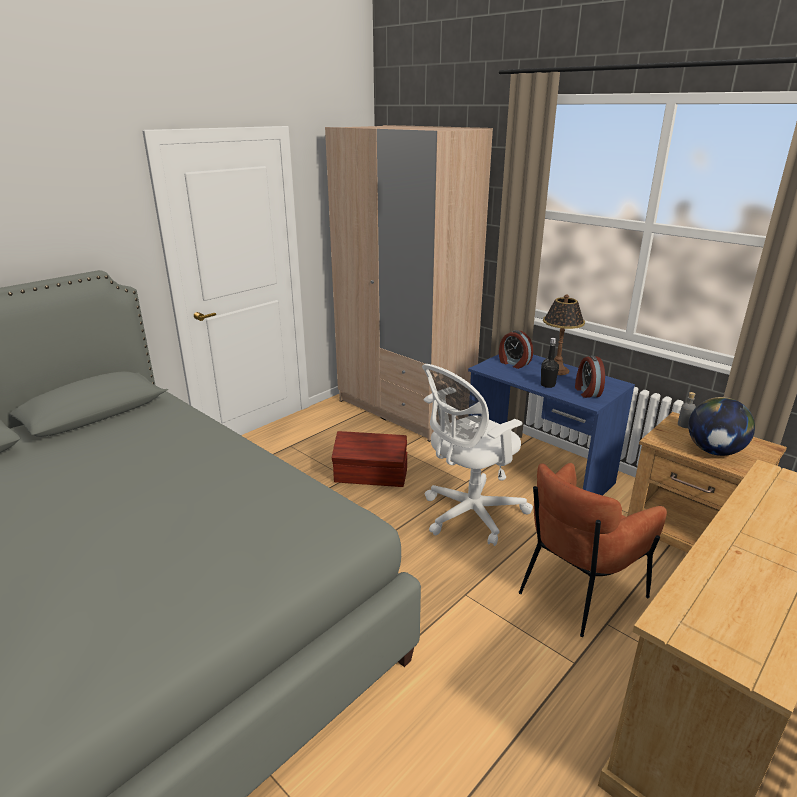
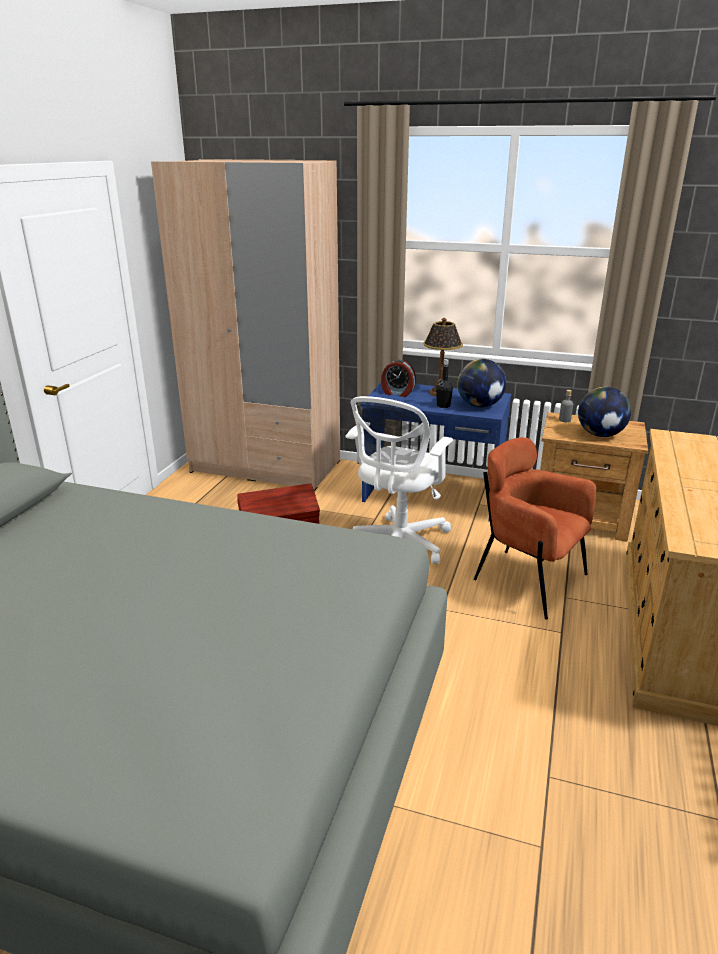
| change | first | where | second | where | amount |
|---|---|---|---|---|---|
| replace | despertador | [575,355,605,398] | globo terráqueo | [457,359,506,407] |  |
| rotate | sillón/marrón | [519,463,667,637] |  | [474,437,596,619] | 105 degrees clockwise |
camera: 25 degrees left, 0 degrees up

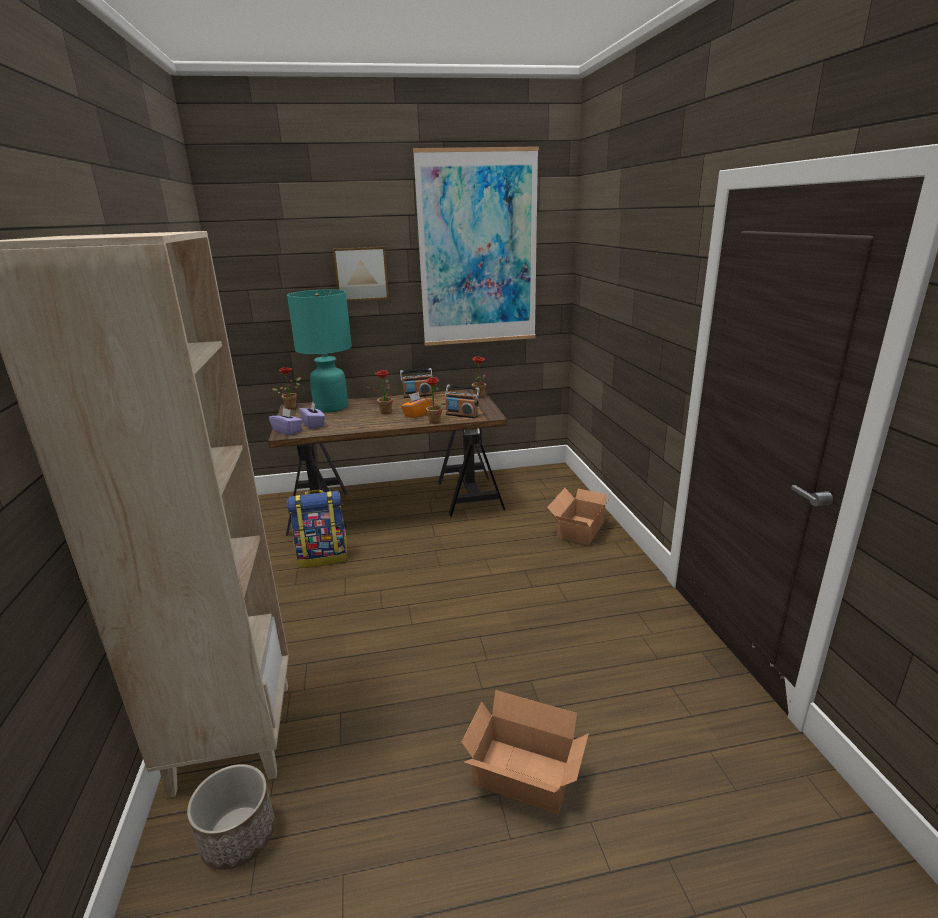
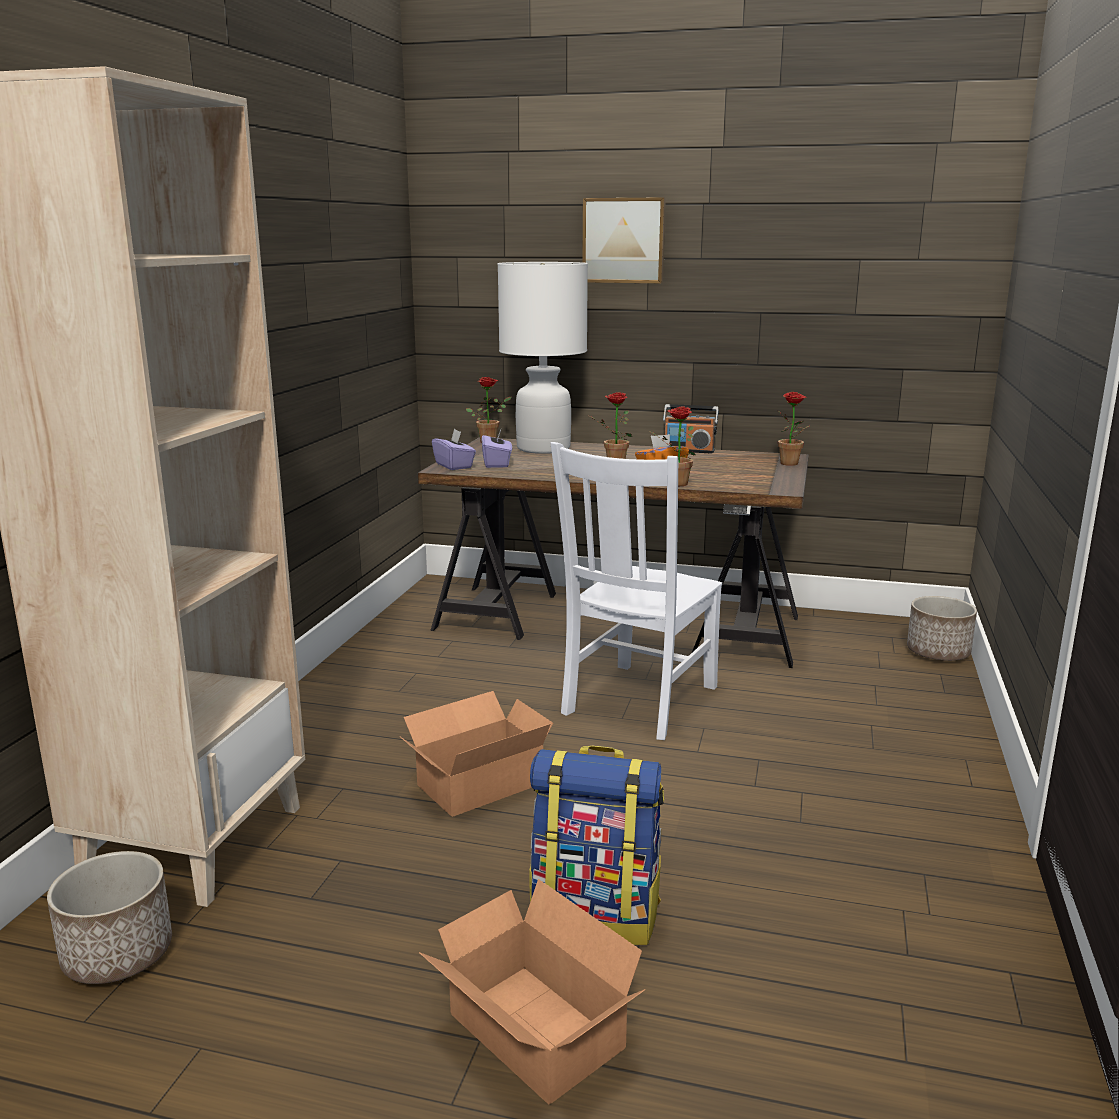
| change | first | where | second | where | amount |
|---|---|---|---|---|---|
| delete | cuadro | [413,146,539,346] |  |  |  |
| recolor | lámpara de mesa/turquesa | [287,289,352,412] | lámpara de mesa/blanco | [498,262,588,454] |  |
| delete | radio | [445,385,480,418] |  |  |  |
| move | caja de cartón | [547,488,612,545] |  | [399,691,553,817] |  |
| move | mochila | [287,490,348,568] |  | [529,746,664,945] |  |
| insert |  |  | silla/blanco | [551,442,722,740] |  |
| insert |  |  | maceta | [907,596,977,661] |  |
camera: 25 degrees right, 5 degrees down

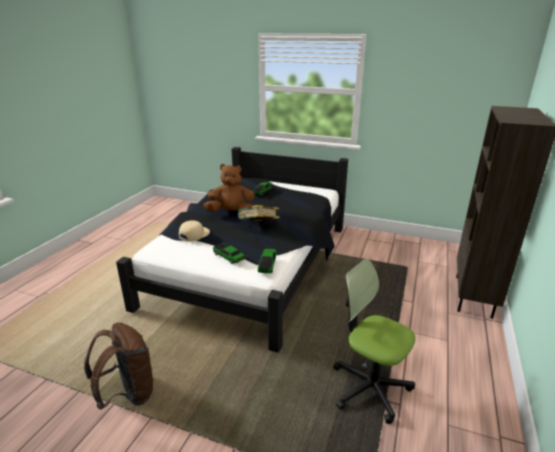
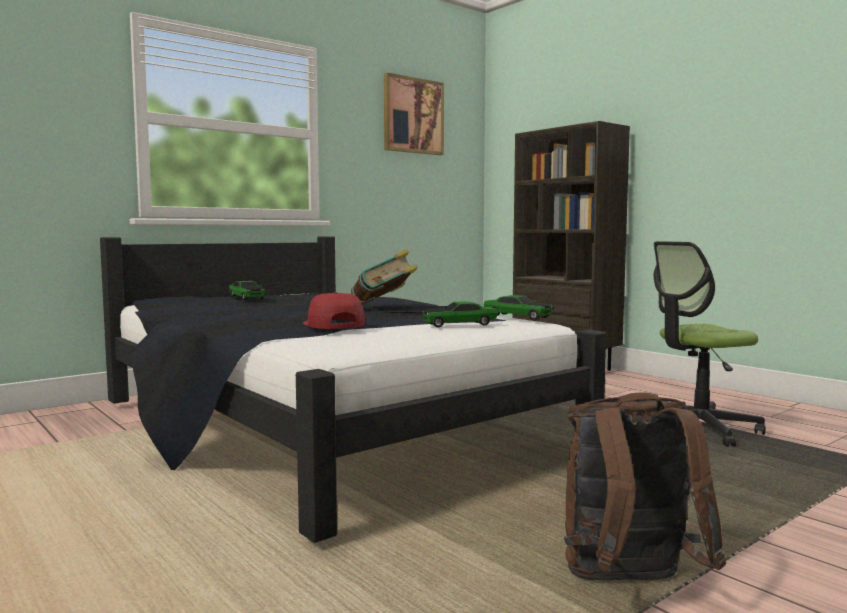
| change | first | where | second | where | amount |
|---|---|---|---|---|---|
| delete | peluche/marrón | [203,164,255,212] |  |  |  |
| recolor | gorra/beis | [179,220,210,242] | gorra/rojo | [303,292,365,329] |  |
| insert |  |  | cuadro | [384,73,444,155] |  |
camera: 60 degrees left, 20 degrees down

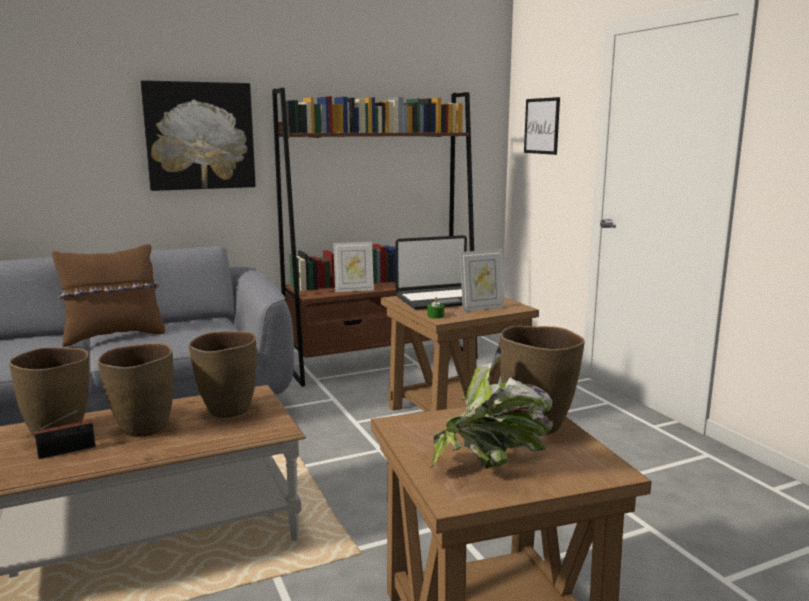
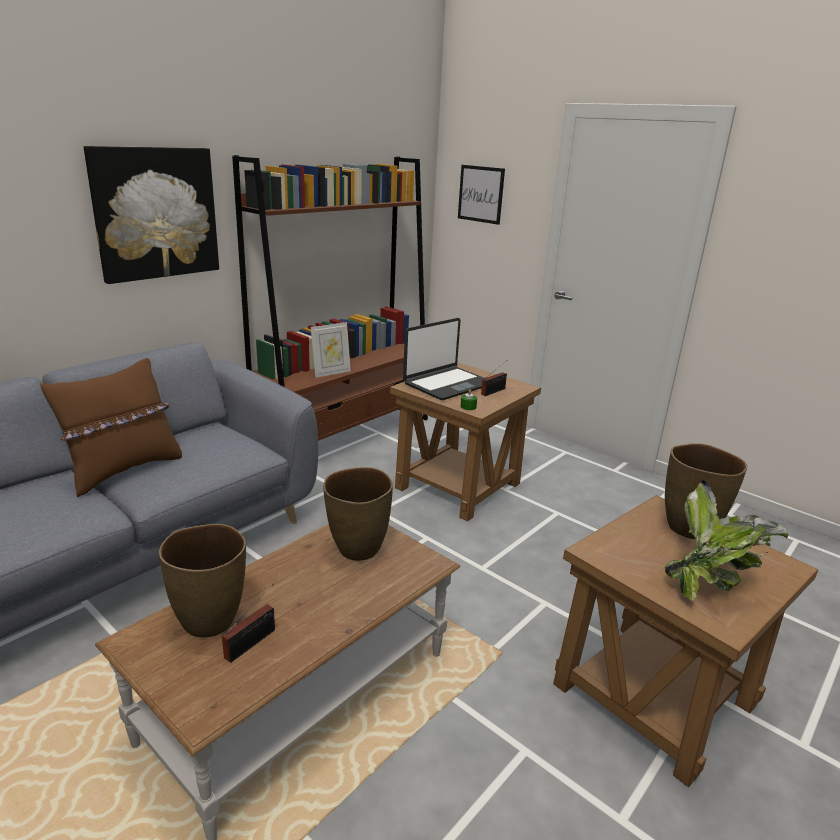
| change | first | where | second | where | amount |
|---|---|---|---|---|---|
| replace | portarretratos | [460,249,505,312] | radio | [481,360,508,396] |  |
| delete | florero/marrón | [98,343,174,437] |  |  |  |
camera: 25 degrees left, 10 degrees up

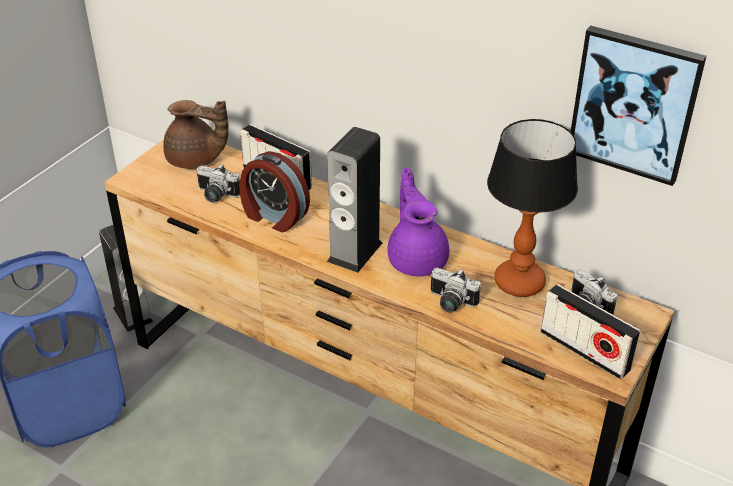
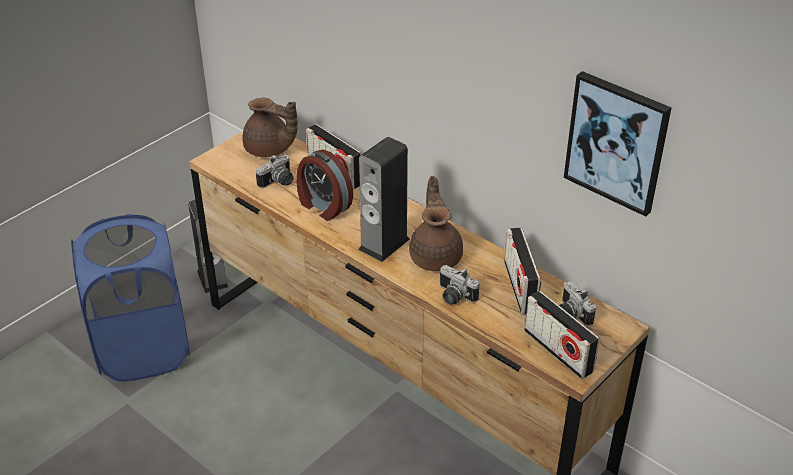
| change | first | where | second | where | amount |
|---|---|---|---|---|---|
| replace | lámpara de mesa | [487,119,578,297] | radio | [504,228,541,314] |  |
| rotate | cámara | [197,164,240,203] |  | [256,155,294,188] | 75 degrees counterclockwise |
| recolor | tetera/morado | [387,168,449,276] | tetera/marrón | [409,176,463,271] |  |
camera: 10 degrees right, 0 degrees up

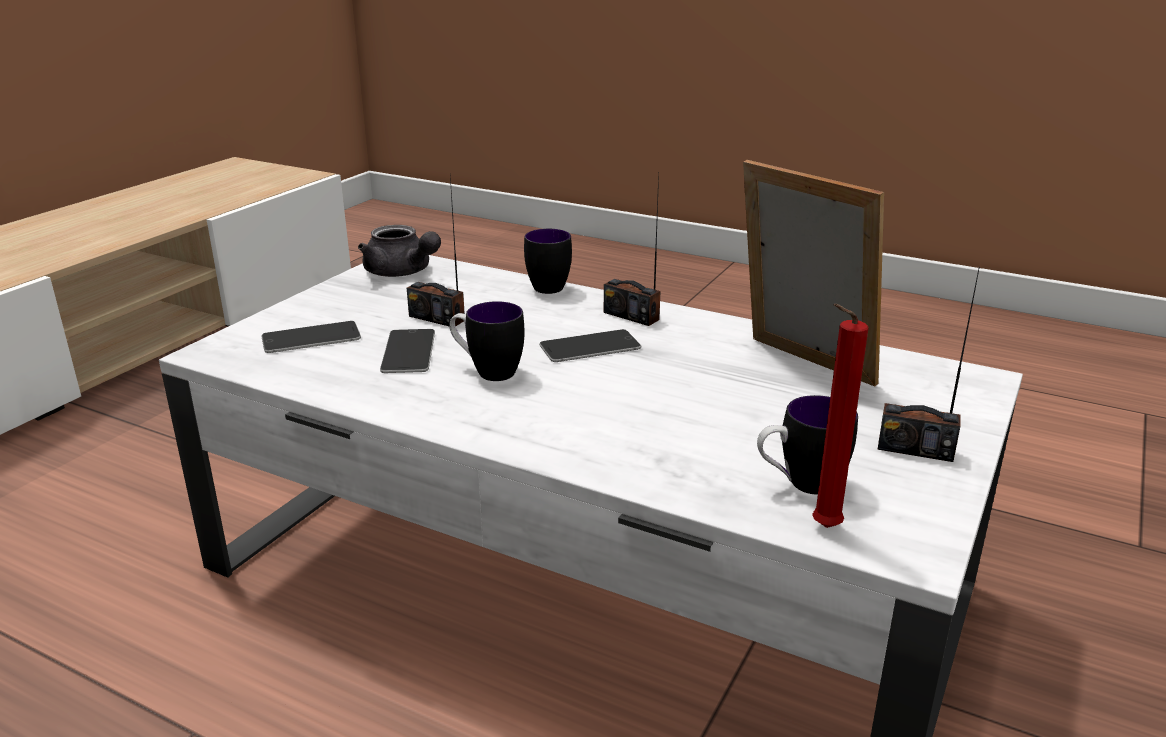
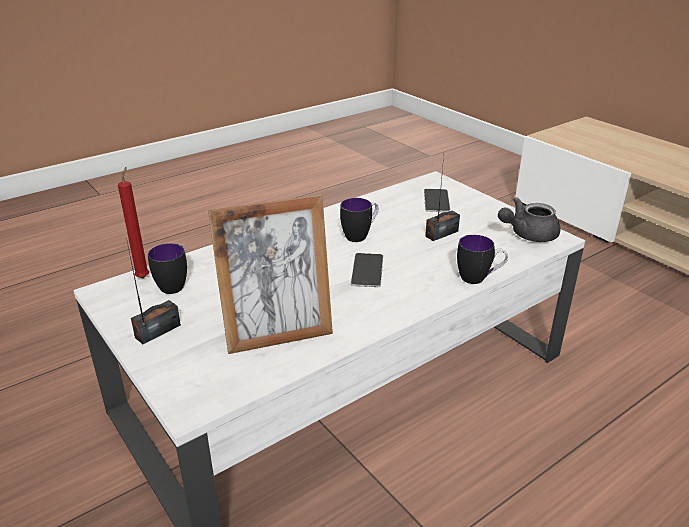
| change | first | where | second | where | amount |
|---|---|---|---|---|---|
| delete | radio | [604,172,660,326] |  |  |  |
| delete | móvil | [380,329,435,373] |  |  |  |
camera: 115 degrees right, 5 degrees up

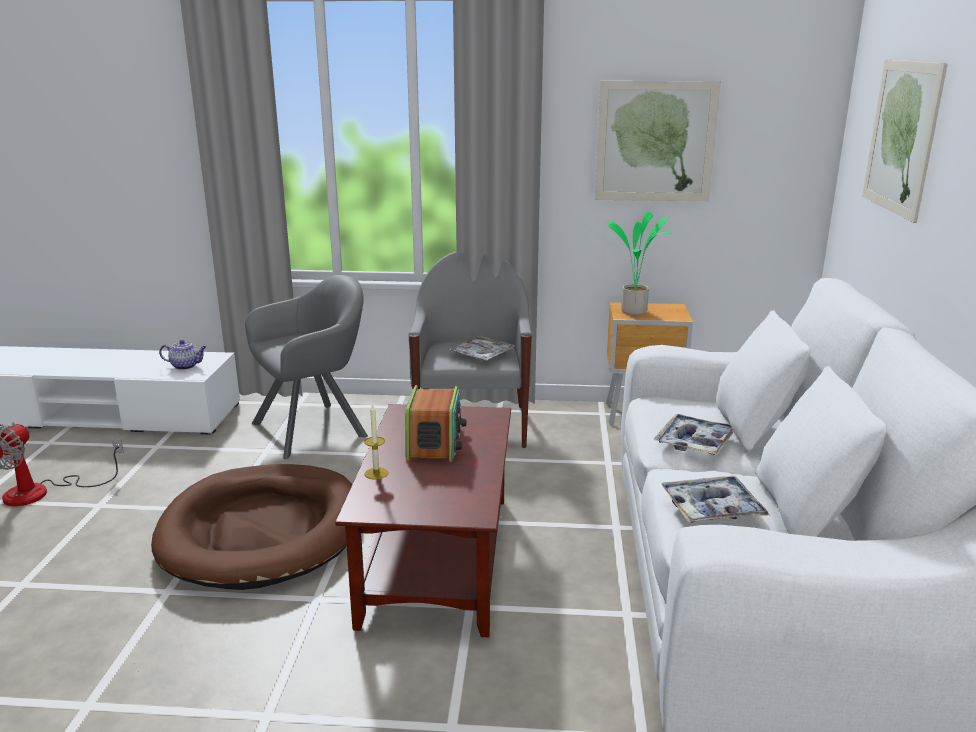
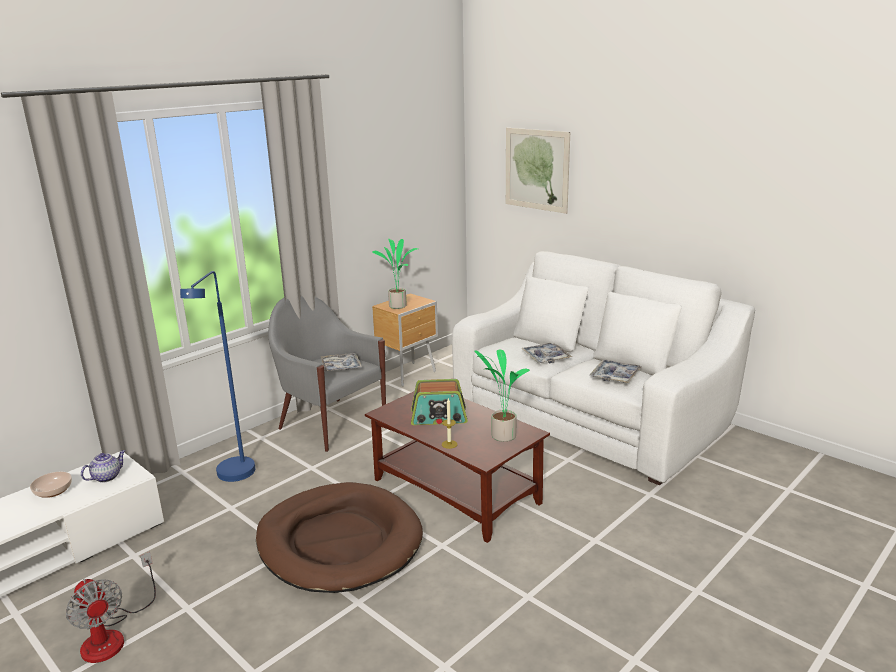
| change | first | where | second | where | amount |
|---|---|---|---|---|---|
| delete | cuadro | [595,81,721,201] |  |  |  |
| replace | sillón/gris | [245,275,368,459] | lámpara de pie/azul | [180,271,256,482] |  |
| rotate | radio | [405,385,467,462] |  | [411,379,467,425] | 135 degrees clockwise |
| insert |  |  | planta en maceta | [474,350,530,442] |  |
| insert |  |  | cuenco | [30,472,72,498] |  |
camera: 50 degrees left, 0 degrees up

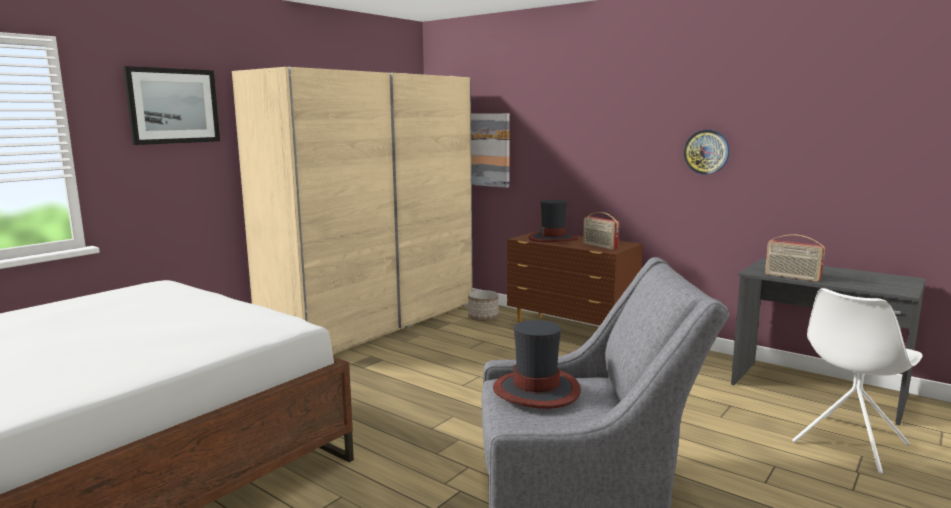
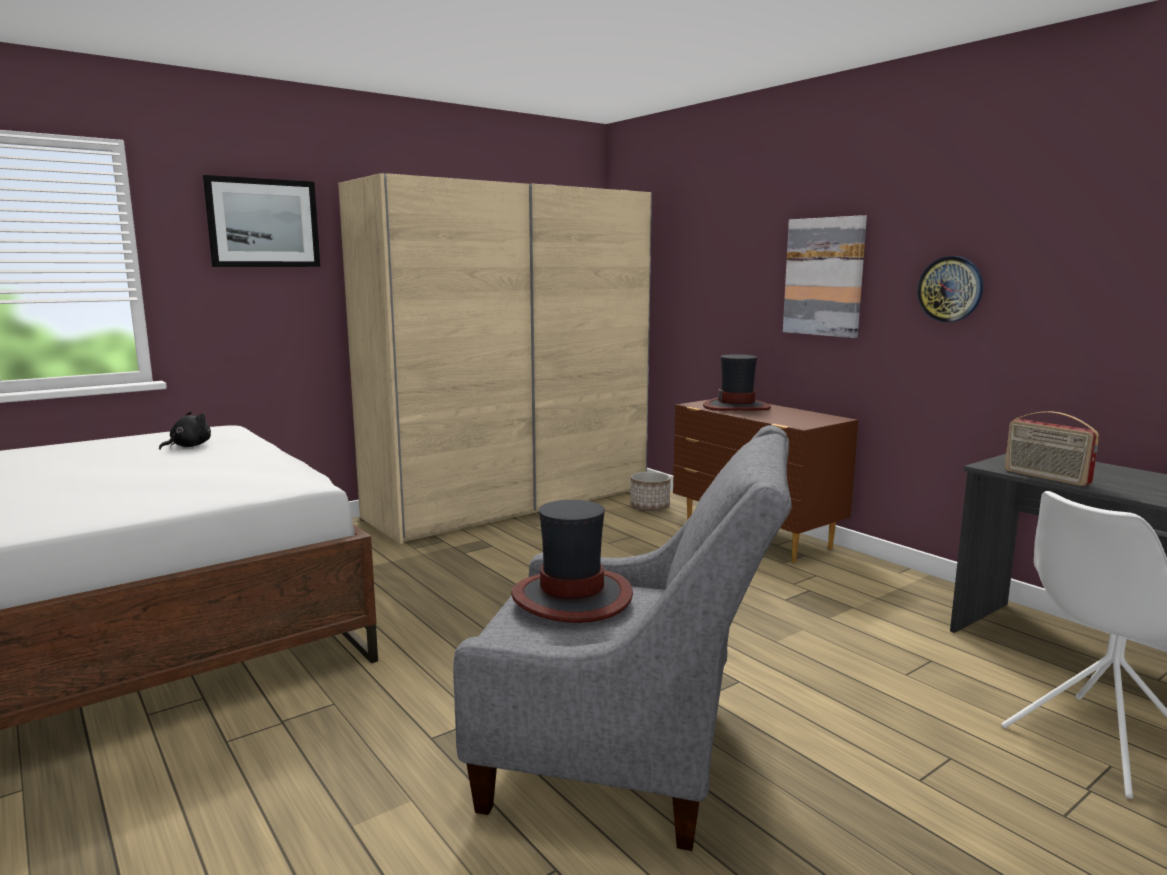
| change | first | where | second | where | amount |
|---|---|---|---|---|---|
| move | cuadro | [471,113,510,188] |  | [783,215,867,338] |  |
| delete | radio | [583,212,619,250] |  |  |  |
| insert |  |  | peluche/negro | [159,411,211,449] |  |
camera: 15 degrees right, 0 degrees up

